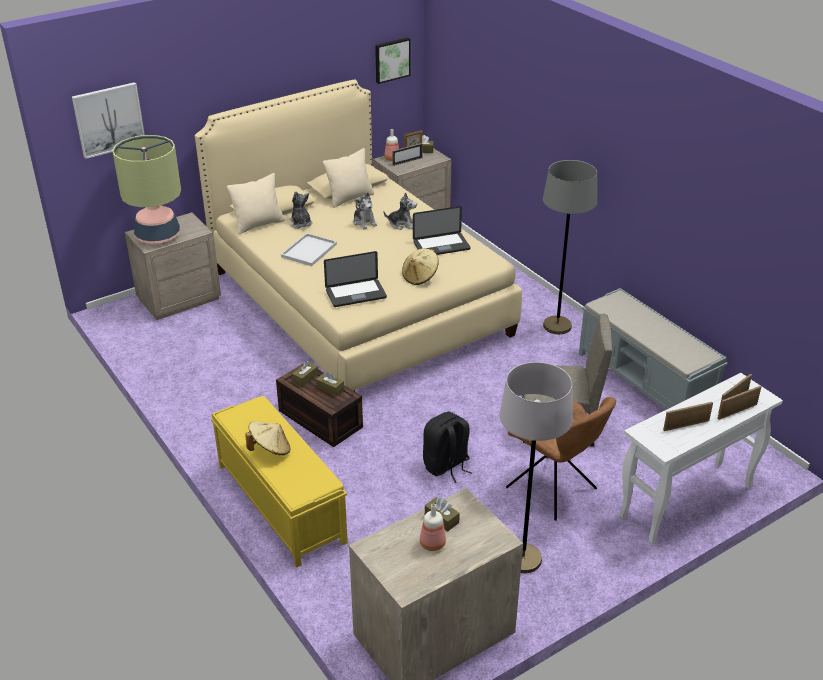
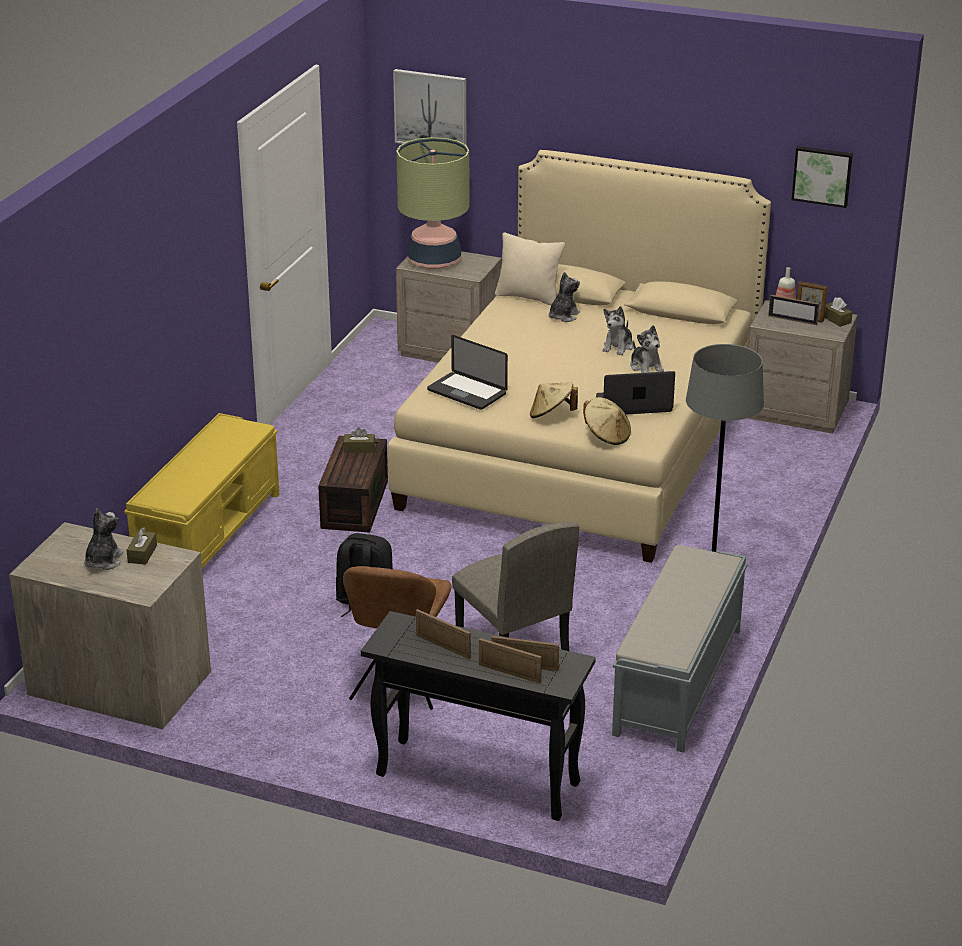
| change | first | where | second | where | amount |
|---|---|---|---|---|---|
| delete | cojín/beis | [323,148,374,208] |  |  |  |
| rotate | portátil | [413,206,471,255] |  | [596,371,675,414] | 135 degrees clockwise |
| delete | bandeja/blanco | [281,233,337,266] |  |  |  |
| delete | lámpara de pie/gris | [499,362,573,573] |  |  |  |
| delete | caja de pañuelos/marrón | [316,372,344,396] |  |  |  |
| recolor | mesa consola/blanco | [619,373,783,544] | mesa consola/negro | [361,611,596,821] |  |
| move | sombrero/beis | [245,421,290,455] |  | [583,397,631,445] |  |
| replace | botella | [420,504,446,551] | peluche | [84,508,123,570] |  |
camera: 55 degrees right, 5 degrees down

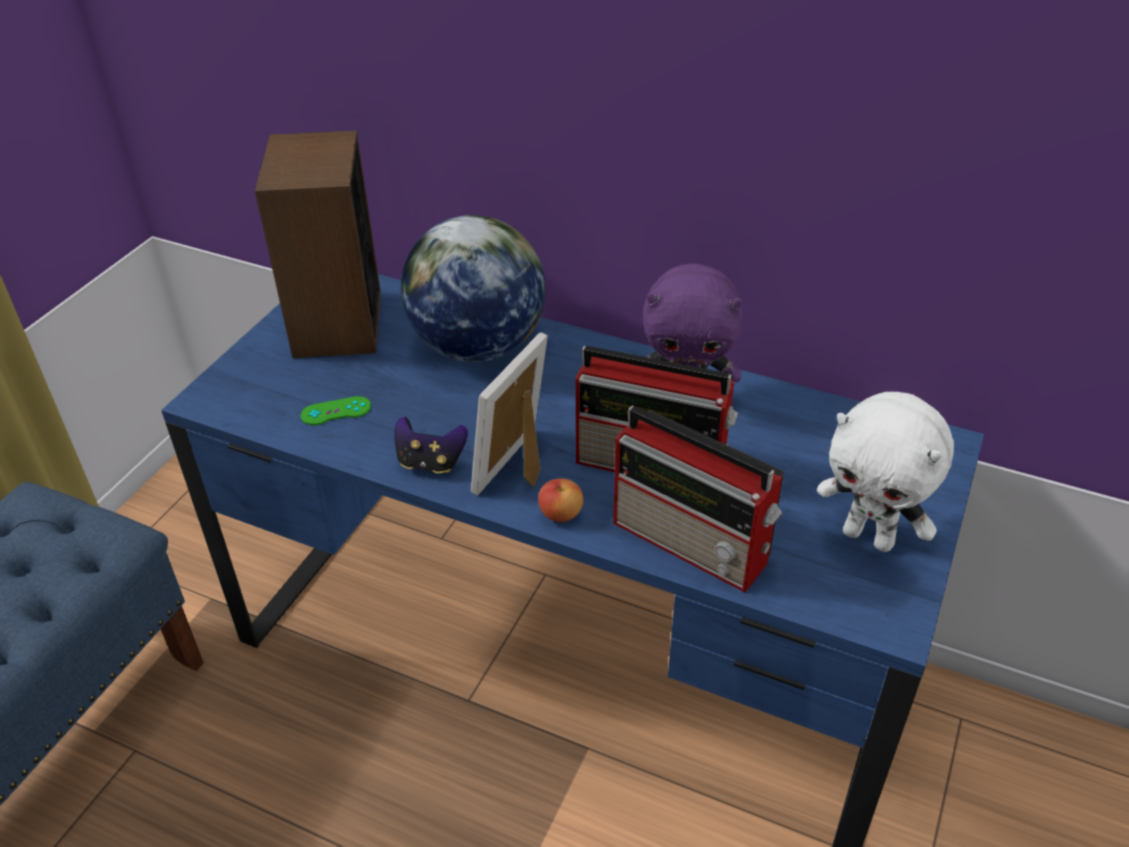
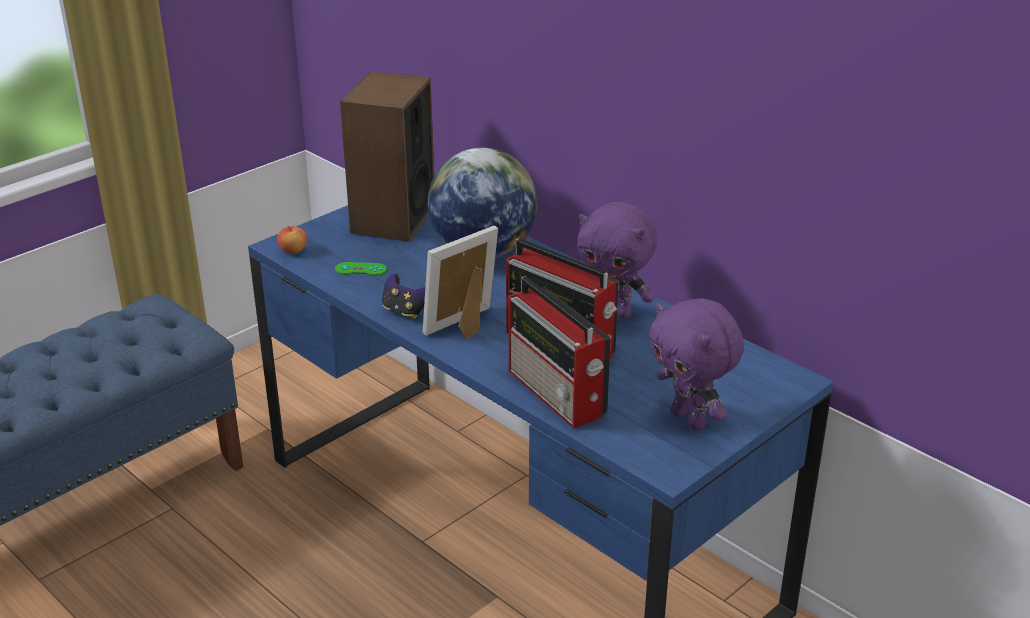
| change | first | where | second | where | amount |
|---|---|---|---|---|---|
| recolor | peluche/blanco | [817,392,954,552] | peluche/morado | [649,298,744,431] |  |
| move | manzana | [538,478,583,522] |  | [277,226,307,254] |  |
camera: 20 degrees right, 10 degrees down

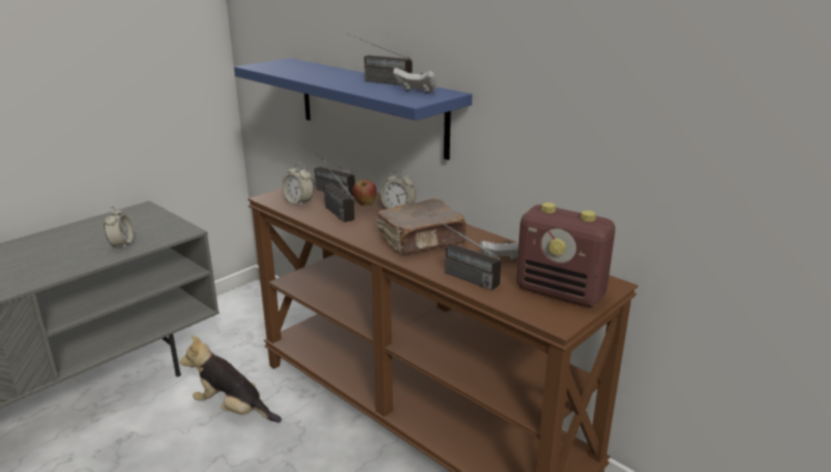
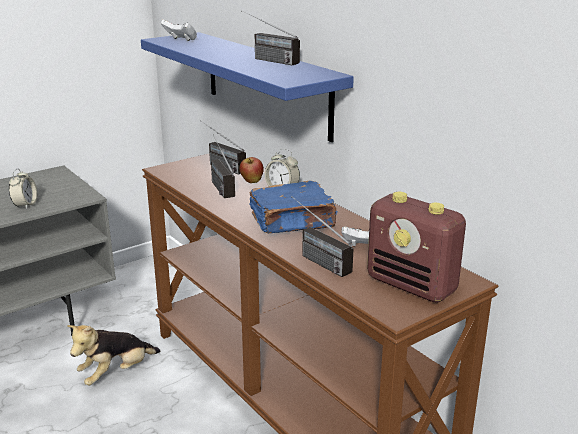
| change | first | where | second | where | amount |
|---|---|---|---|---|---|
| move | mando de consola/blanco | [393,68,436,93] |  | [161,19,197,41] |  |
| delete | despertador | [282,163,314,207] |  |  |  |
| recolor | libro/marrón | [377,199,468,254] | libro/azul | [249,181,337,233] |  |
| rotate | peluche | [180,335,282,423] |  | [67,325,160,385] | 75 degrees counterclockwise |
camera: 10 degrees right, 0 degrees up

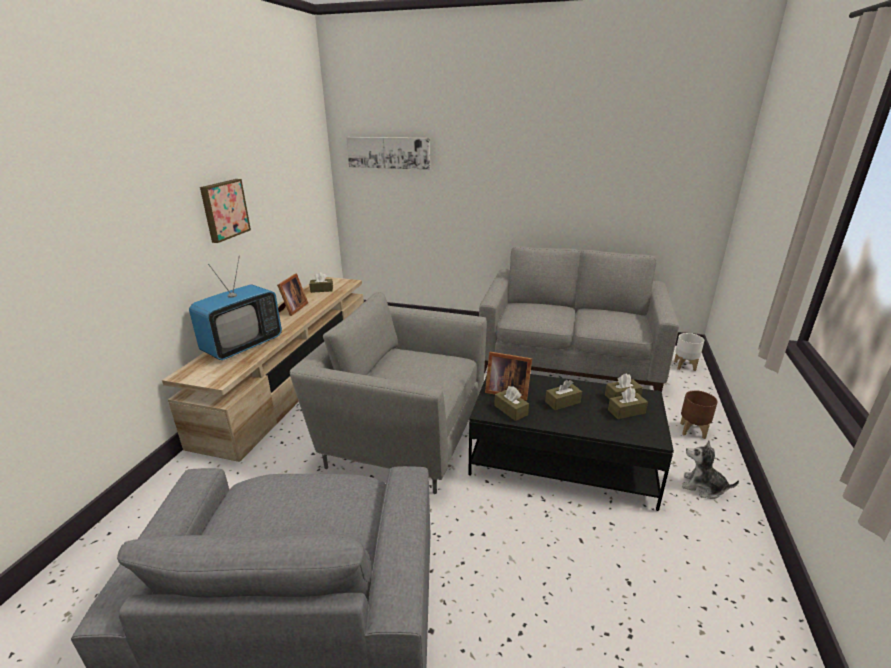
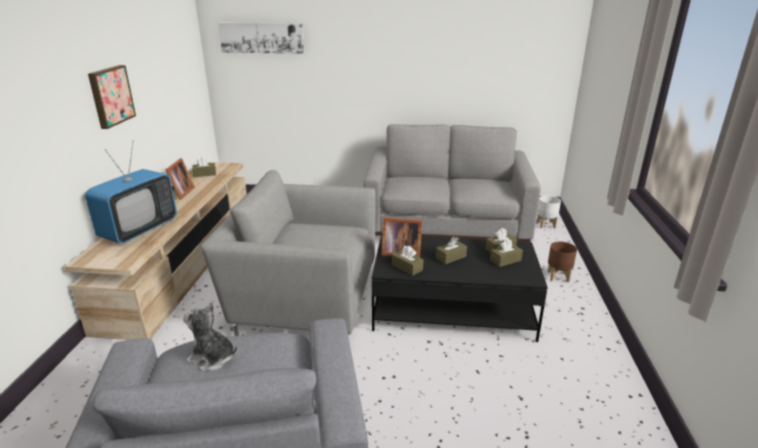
| change | first | where | second | where | amount |
|---|---|---|---|---|---|
| move | peluche | [682,441,739,499] |  | [183,302,238,371] |  |
camera: 10 degrees left, 0 degrees up

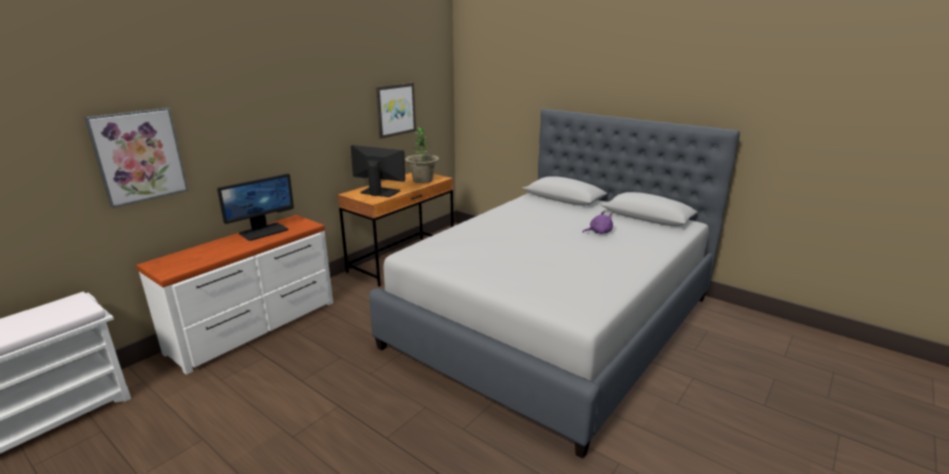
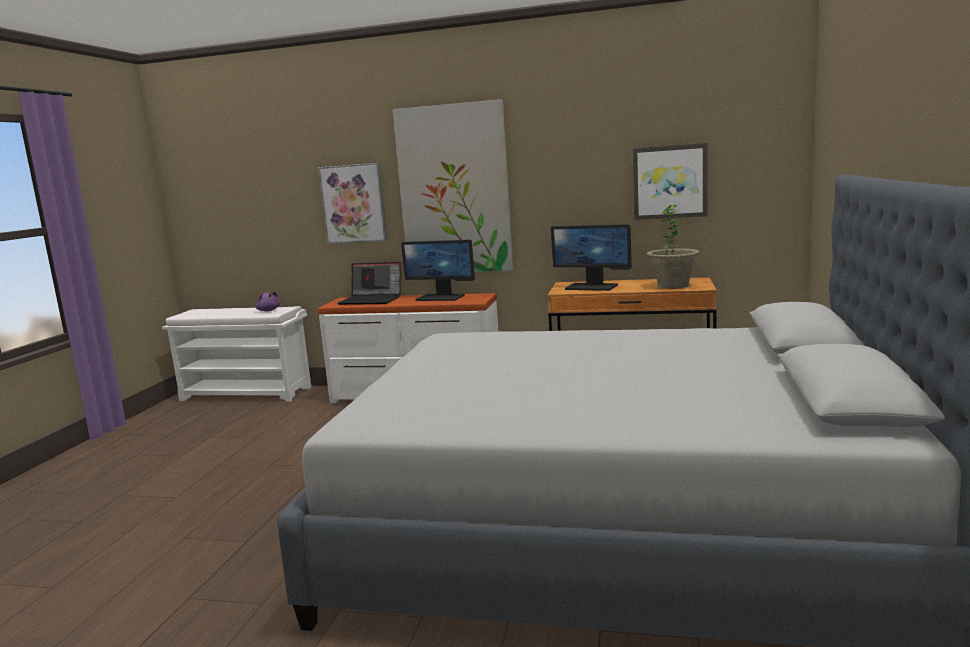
| change | first | where | second | where | amount |
|---|---|---|---|---|---|
| rotate | monitor | [351,145,405,197] |  | [551,224,632,291] | 120 degrees clockwise |
| move | peluche/morado | [582,211,613,234] |  | [256,291,280,311] |  |
| insert |  |  | cuadro | [393,99,513,272] |  |
| insert |  |  | portátil | [337,262,401,305] |  |
camera: 65 degrees right, 10 degrees down

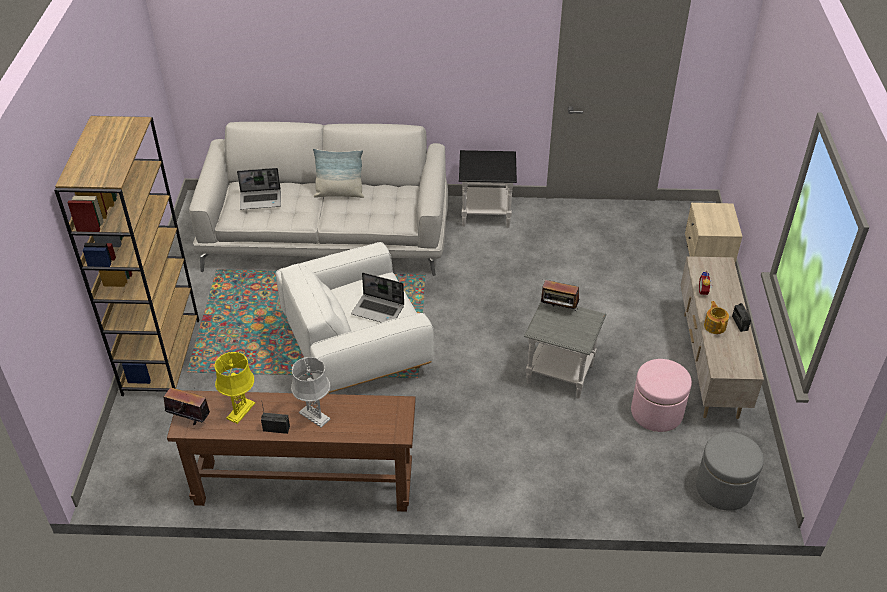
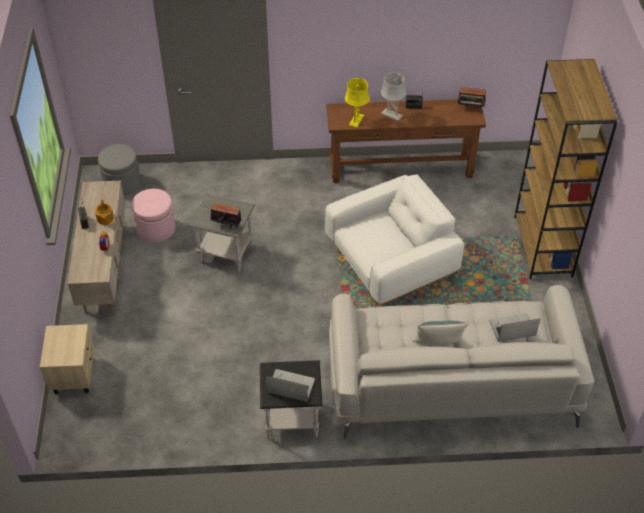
| change | first | where | second | where | amount |
|---|---|---|---|---|---|
| move | portátil | [351,272,404,323] |  | [266,369,315,402] |  |
| move | lámpara de mesa/amarillo | [215,352,255,424] |  | [345,78,370,128] |  |
camera: 175 degrees right, 5 degrees up

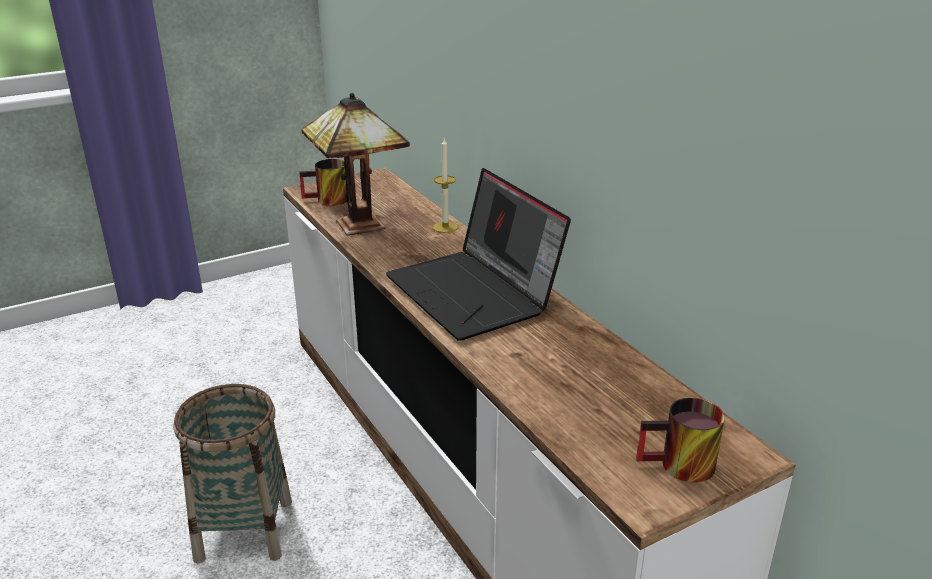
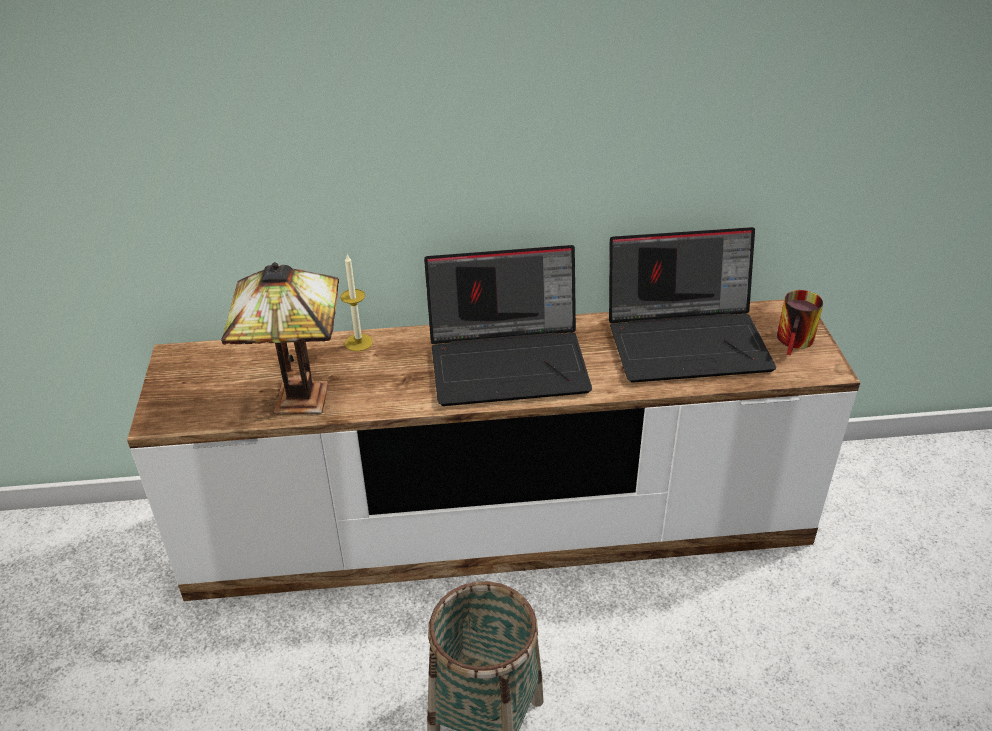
| change | first | where | second | where | amount |
|---|---|---|---|---|---|
| delete | taza grande | [299,159,347,206] |  |  |  |
| insert |  |  | portátil | [609,227,776,383] |  |
camera: 65 degrees left, 10 degrees up

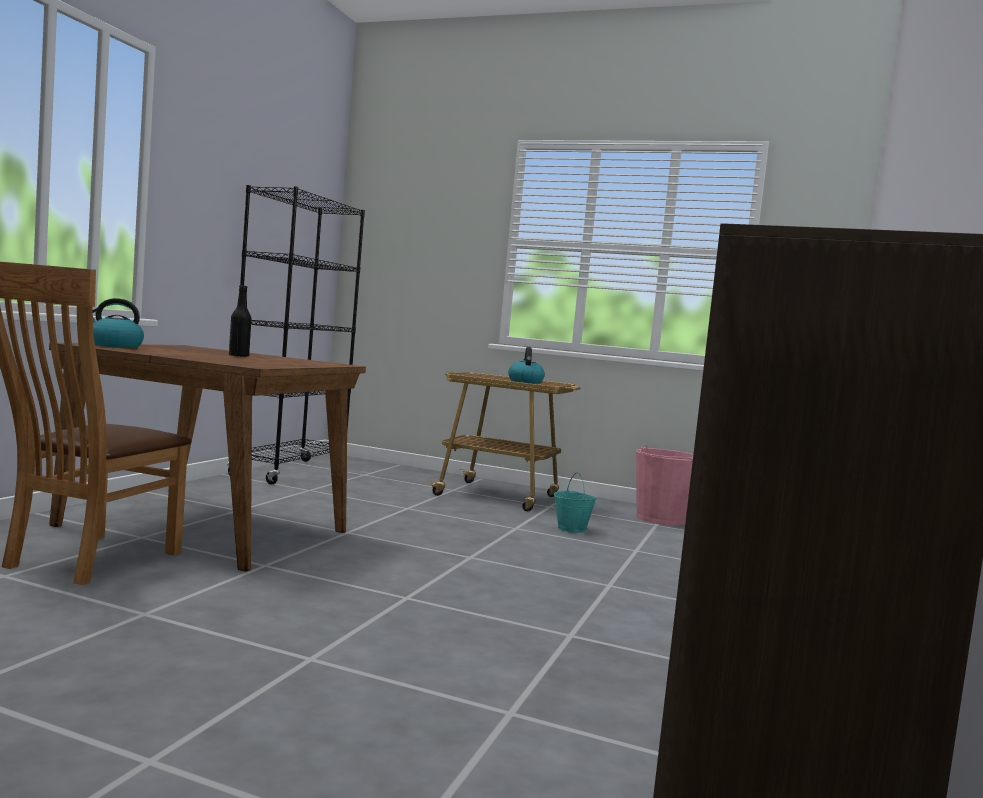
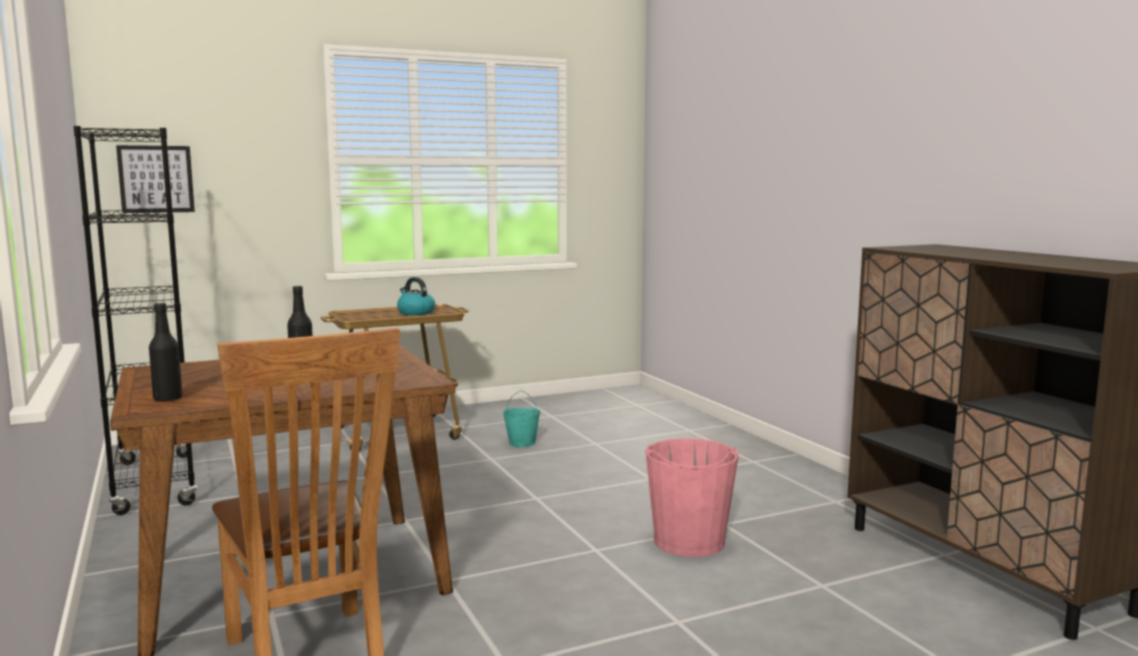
| change | first | where | second | where | amount |
|---|---|---|---|---|---|
| replace | hervidor | [93,298,144,348] | botella/negro | [149,303,183,402] |  |
| move | cubo/rosa | [636,445,693,526] |  | [645,438,739,557] |  |
| insert |  |  | cuadro | [116,145,195,213] |  |
camera: 45 degrees left, 5 degrees up

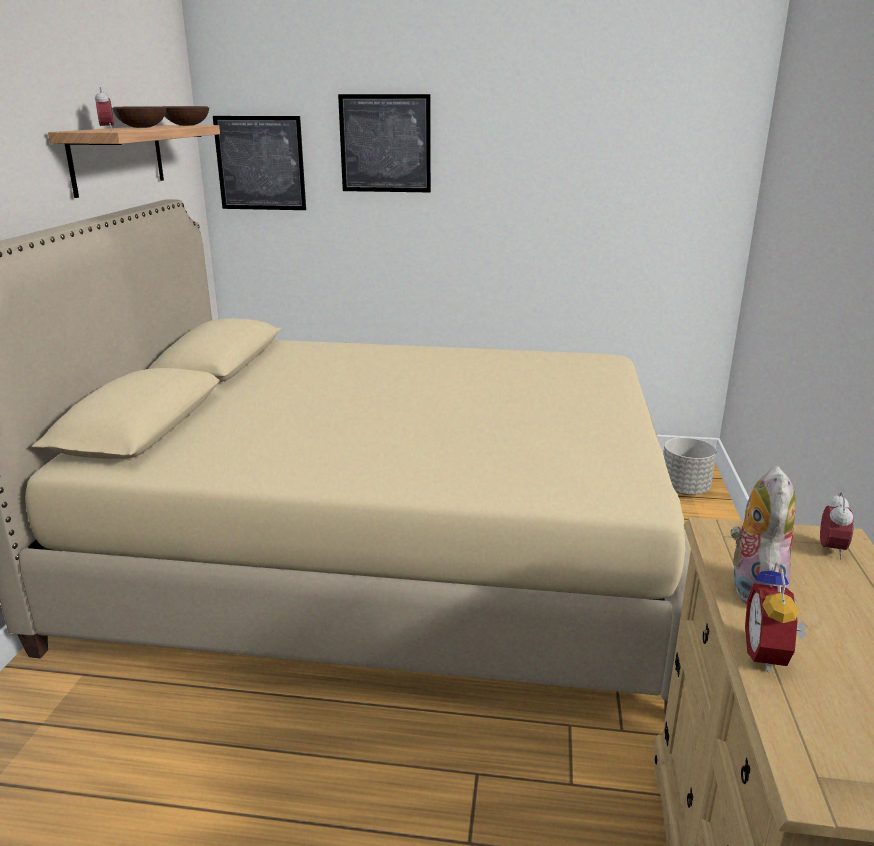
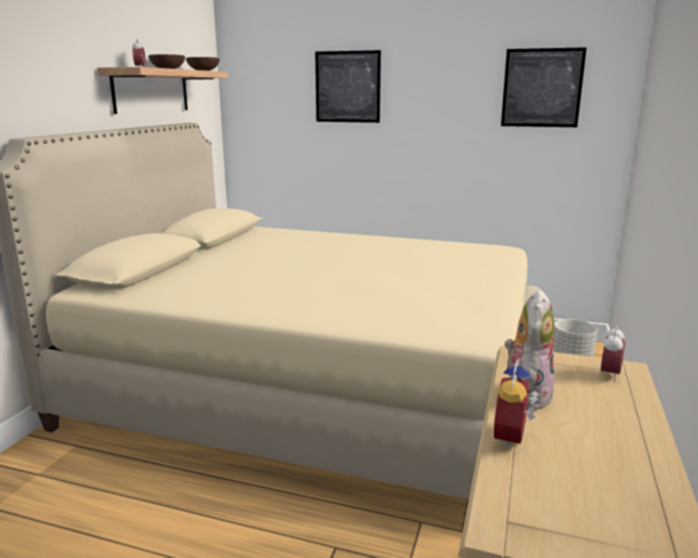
| change | first | where | second | where | amount |
|---|---|---|---|---|---|
| move | cuadro | [213,116,306,210] |  | [501,47,587,127] |  |
camera: 10 degrees right, 5 degrees down

